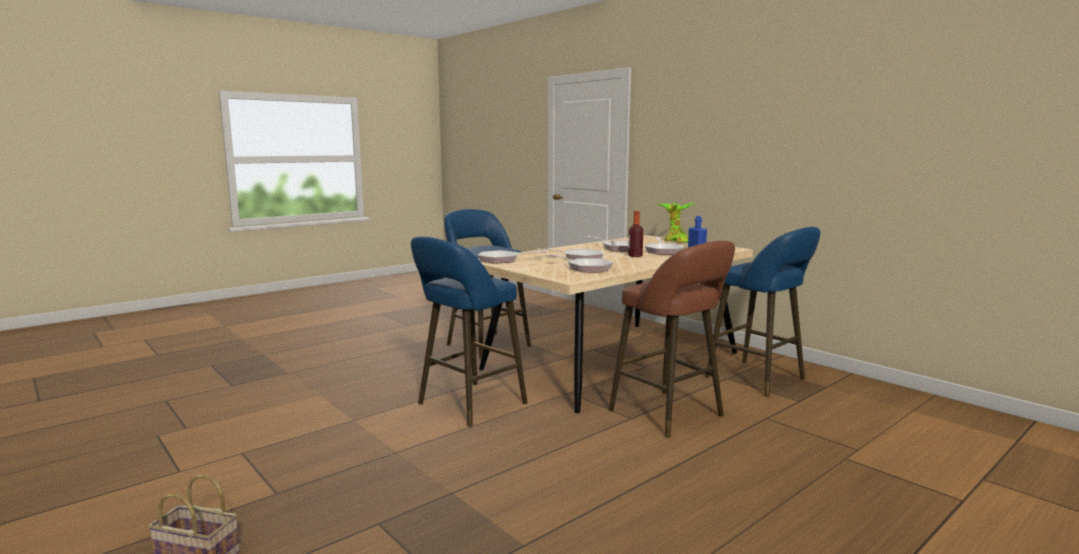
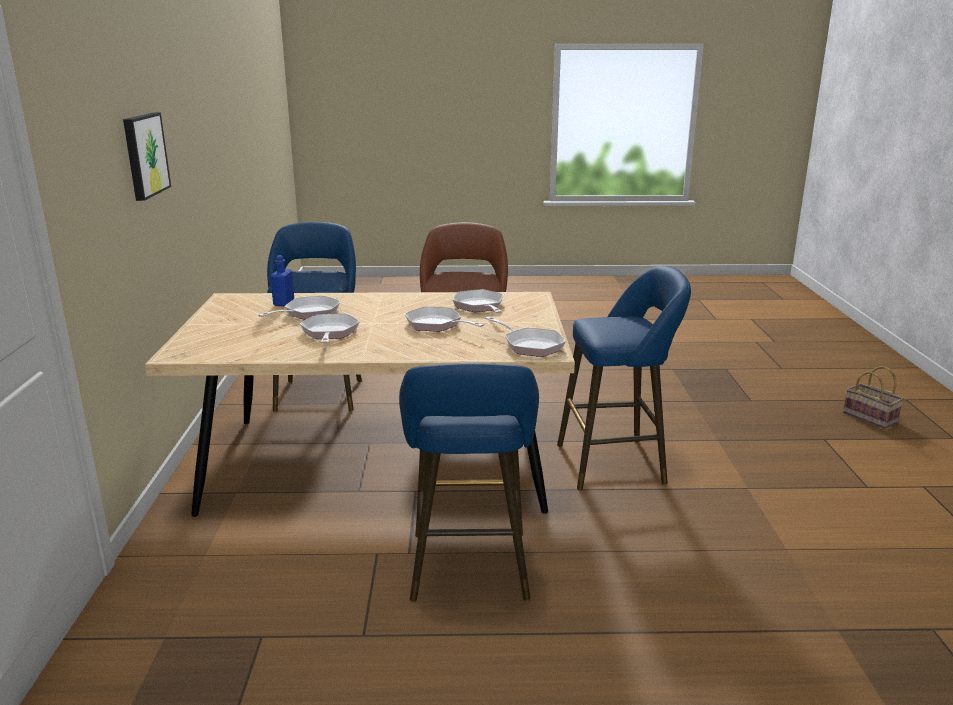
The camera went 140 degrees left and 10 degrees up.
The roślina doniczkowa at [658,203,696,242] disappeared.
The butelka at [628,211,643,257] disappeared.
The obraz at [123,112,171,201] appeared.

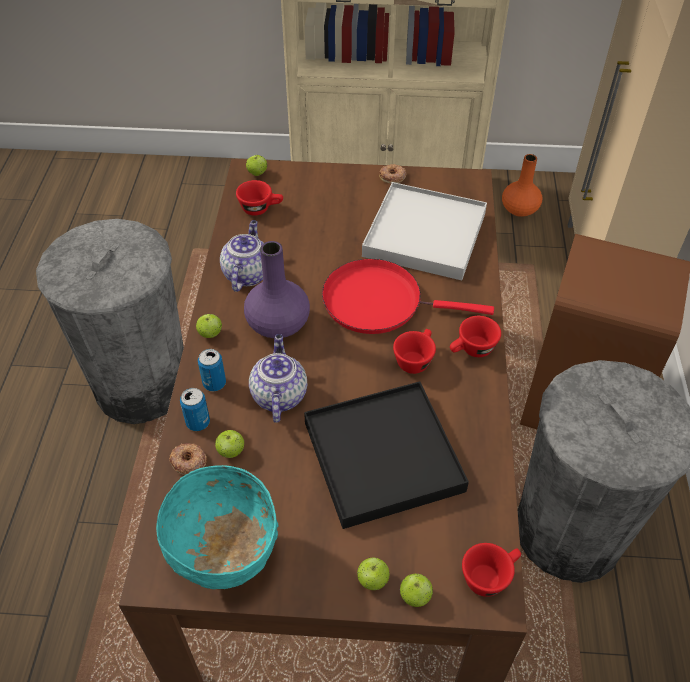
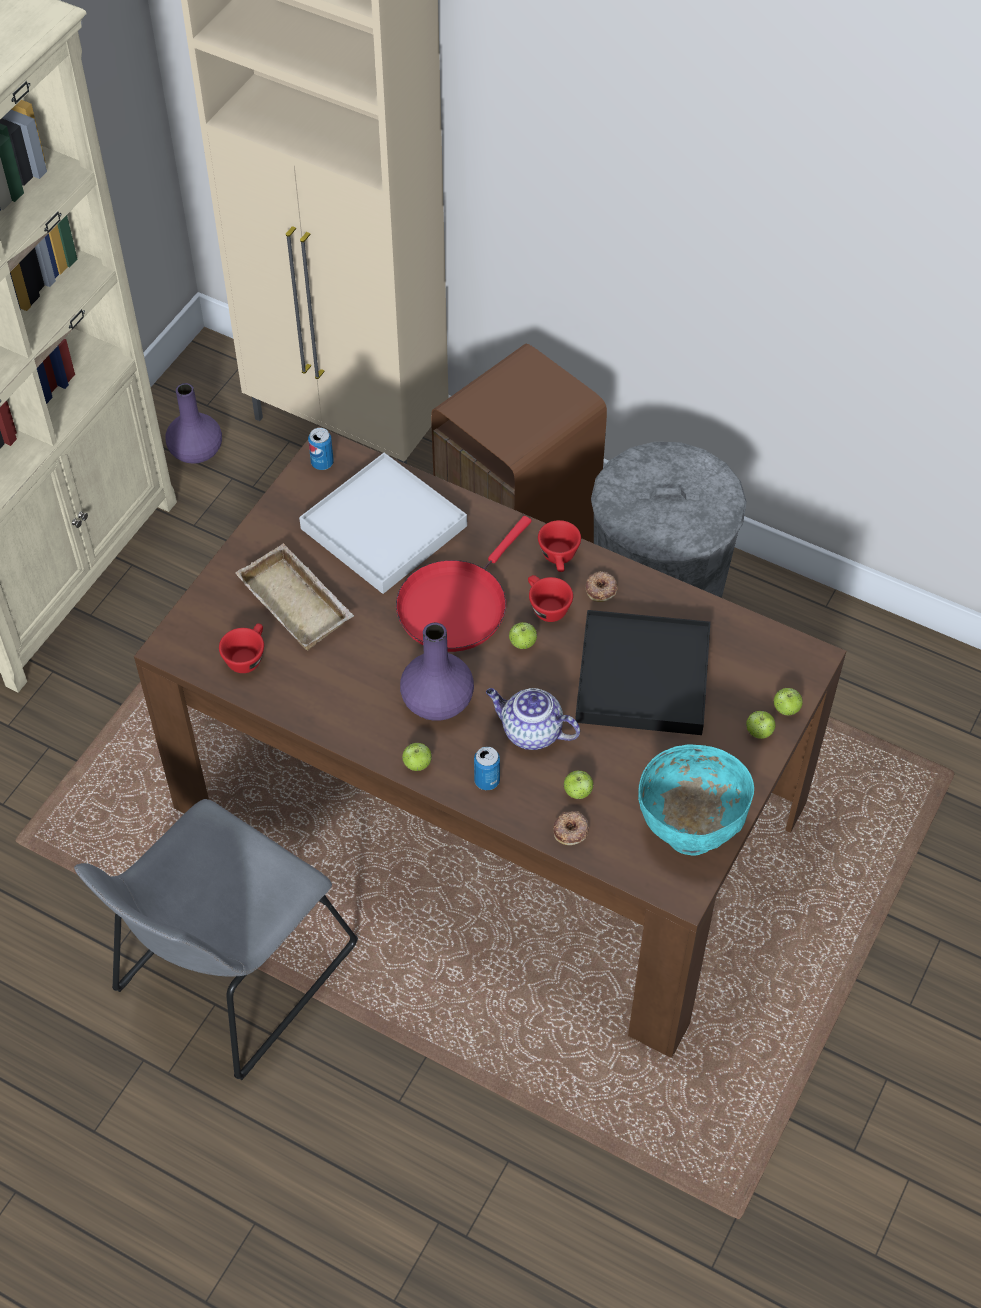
The camera went 65 degrees left and 5 degrees up.
The wazon (pomarańczowy) at [502,154,542,217] became the wazon (fioletowy) at [166,383,222,464].
The jabłko moved from [246,155,267,176] to [509,622,537,649].
The donut moved from [379,164,406,184] to [585,571,618,602].
The kosz na śmieci (szary) at [36,219,184,424] was replaced by the krzesło (szary) at [74,799,358,1080].
The imbryk at [220,220,264,292] disappeared.
The puszka moved from [180,388,210,431] to [308,428,334,470].
The filiżanka (czerwony) at [462,543,521,597] disappeared.
The taca (beżowy) at [235,543,354,651] appeared.

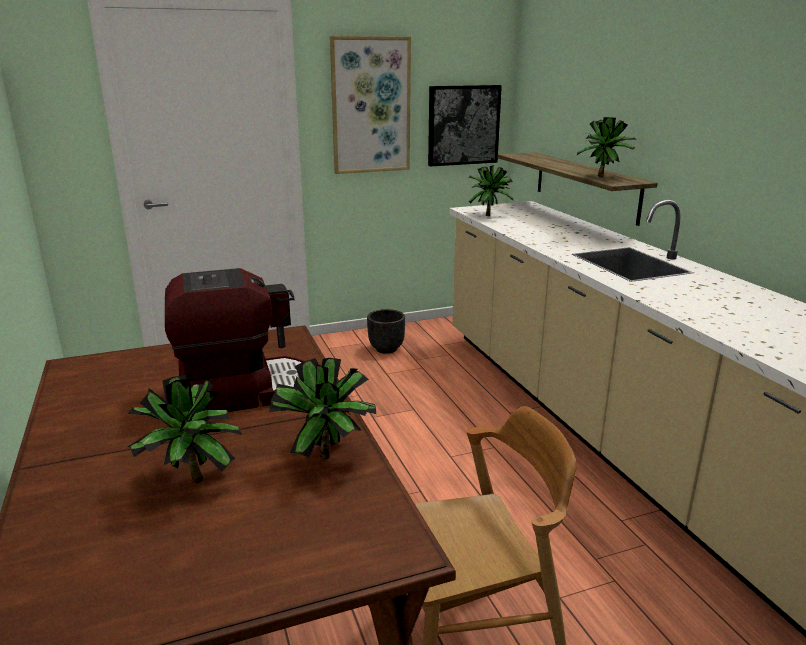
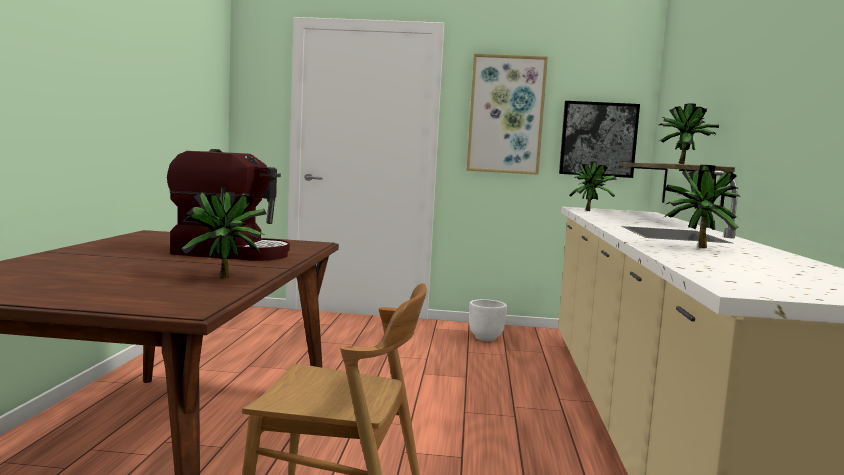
The camera went 25 degrees right and 15 degrees down.
The donica (czarny) at [367,309,405,354] became the donica (biały) at [469,299,507,341].
The roślina doniczkowa moved from [127,375,242,483] to [663,165,741,248].

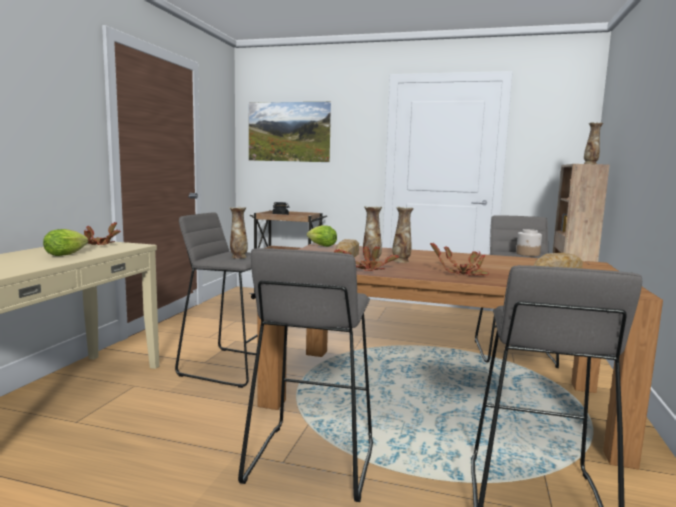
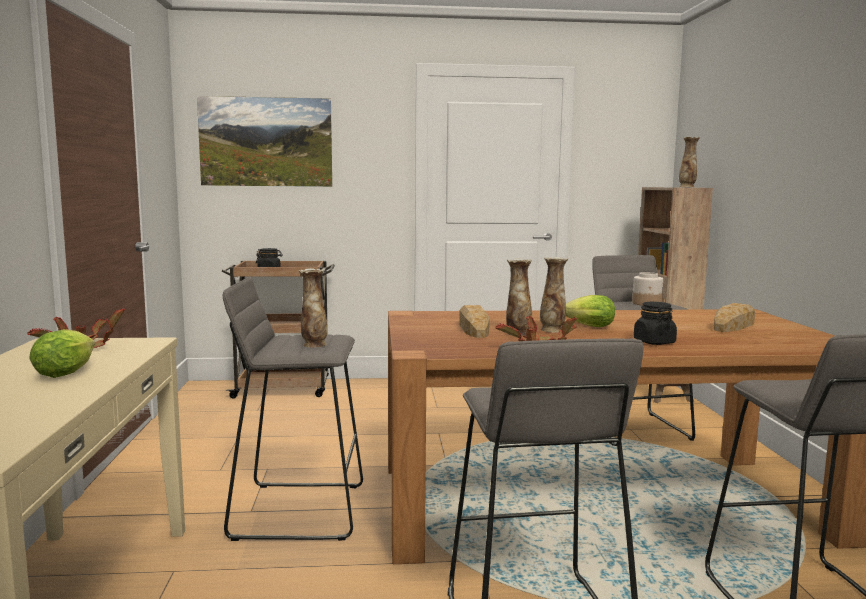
The camera went 20 degrees left and 0 degrees up.
The sałata moved from [307,225,337,247] to [566,295,615,327].
The roślina doniczkowa at [430,242,489,276] was replaced by the słoik (czarny) at [634,302,677,345].

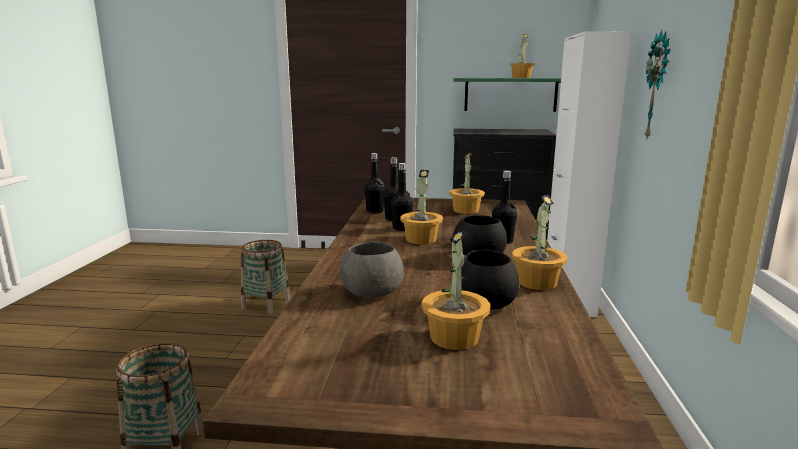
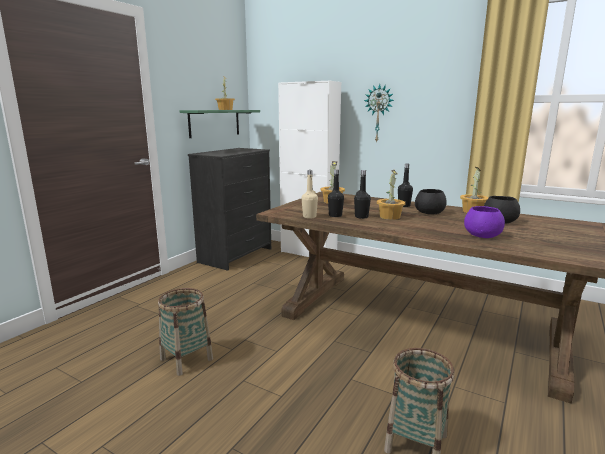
The camera went 65 degrees left and 0 degrees up.
The butelka (czarny) at [365,153,385,214] became the butelka (beżowy) at [302,170,318,218].
The roślina doniczkowa at [421,229,491,350] disappeared.
The miska (szary) at [340,241,404,298] became the miska (fioletowy) at [464,206,505,238].

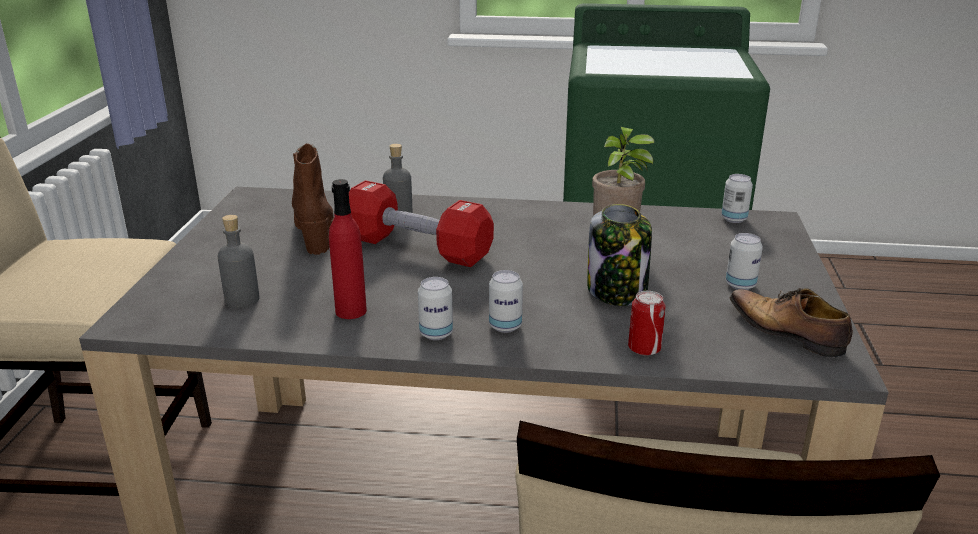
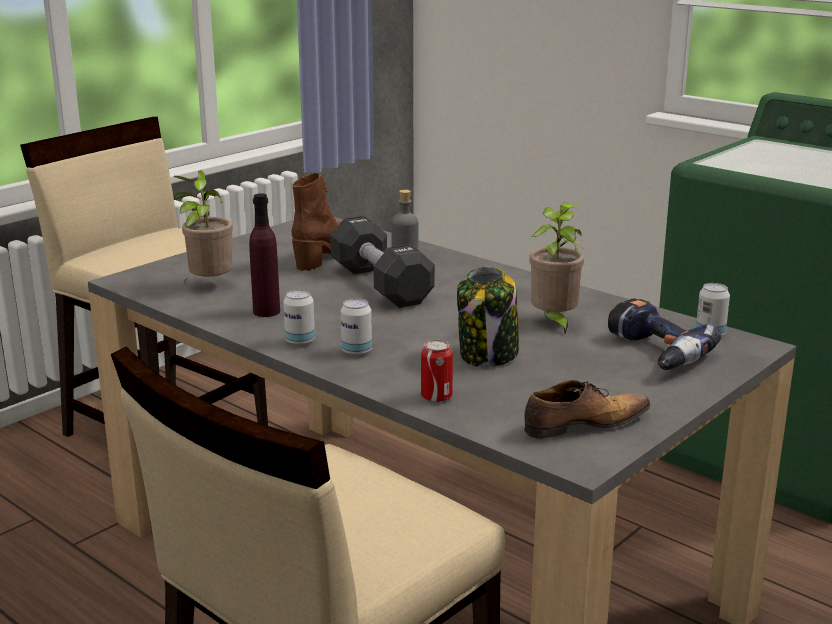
The camera went 35 degrees right and 5 degrees down.
The butelka (czerwony) at [329,179,367,319] became the butelka (fioletowy) at [249,194,280,317].
The hantel (czerwony) at [349,180,494,267] became the hantel (czarny) at [330,216,435,308].
The butelka (szary) at [218,215,259,308] was replaced by the roślina doniczkowa at [173,170,233,281].
The puszka at [726,233,763,290] disappeared.
The but at [730,288,853,358] turned 75 degrees clockwise.
The wiertarka at [608,298,721,370] appeared.

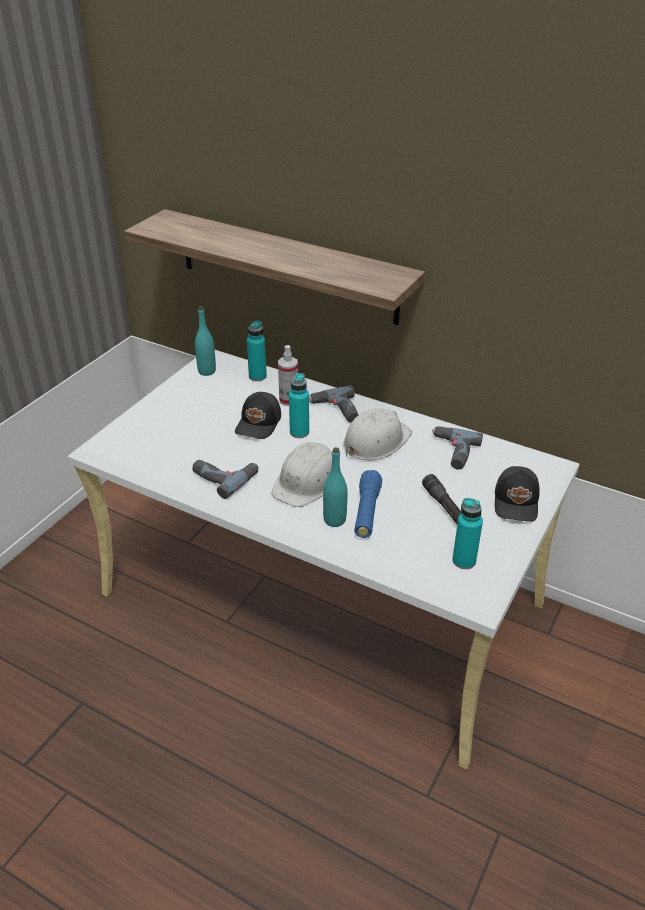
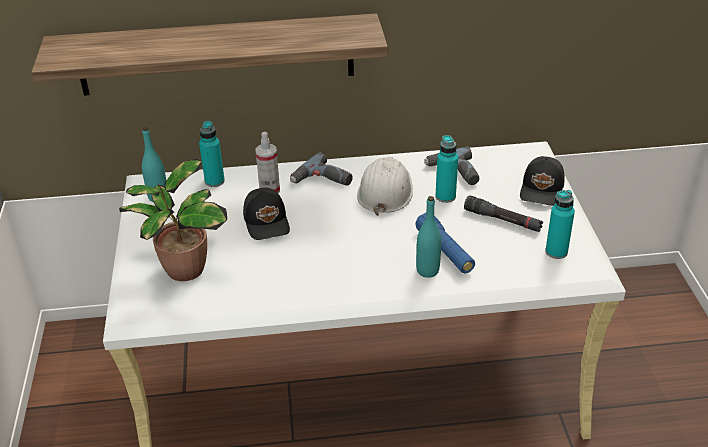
The camera went 35 degrees left and 0 degrees up.
The butelka (turkusowy) moved from [289,373,309,438] to [436,135,458,203].
The kask (biały) at [271,442,332,507] disappeared.
The wiertarka at [192,460,258,499] disappeared.
The czapka z daszkiem (czarny) at [495,466,540,522] turned 45 degrees clockwise.
The roślina doniczkowa at [119,159,227,281] appeared.

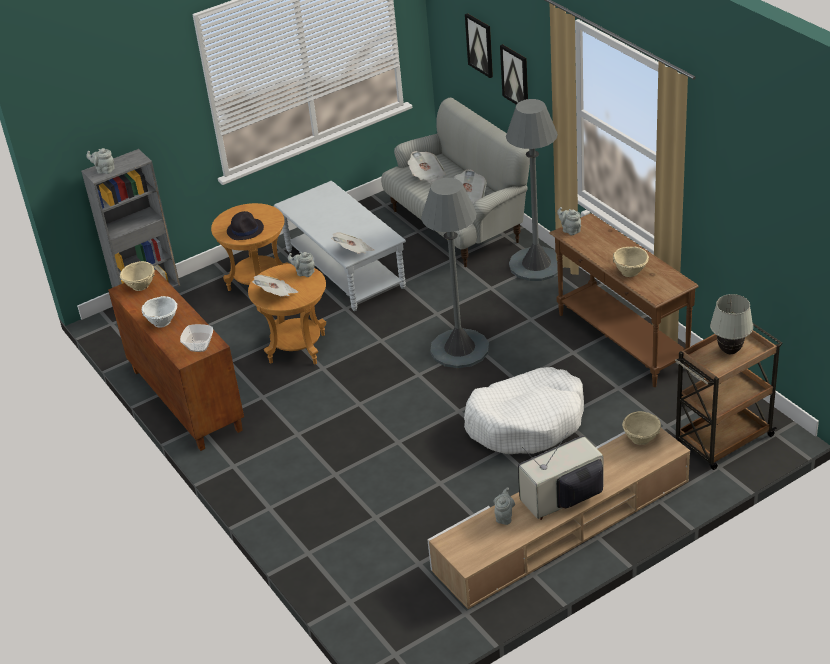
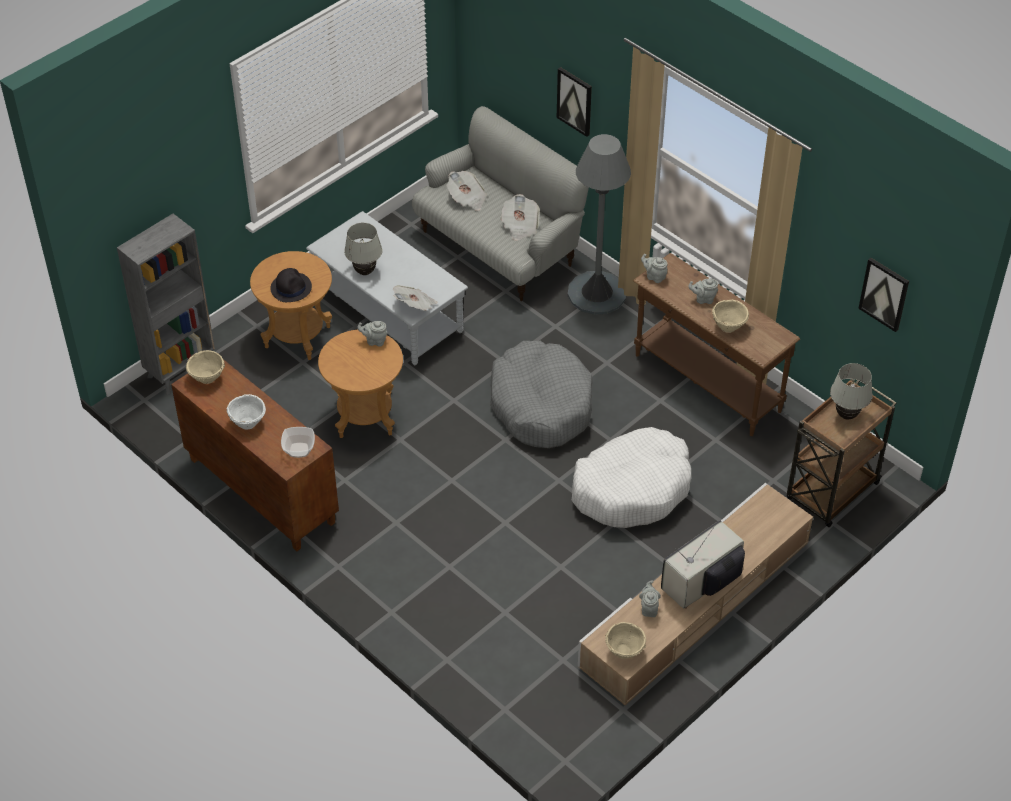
The camera went 15 degrees left and 10 degrees up.
The obraz moved from [465,13,493,78] to [858,258,909,332].
The imbryk (szary) moved from [86,148,114,174] to [688,279,718,304].
The lampa stojąca (szary) at [421,178,489,368] was replaced by the legowisko (szary) at [490,341,592,448].
The gazeta at [252,275,298,297] disappeared.
The miska (beżowy) moved from [622,411,661,445] to [605,622,646,659].
The lampa stołowa (biały) at [344,223,382,275] appeared.

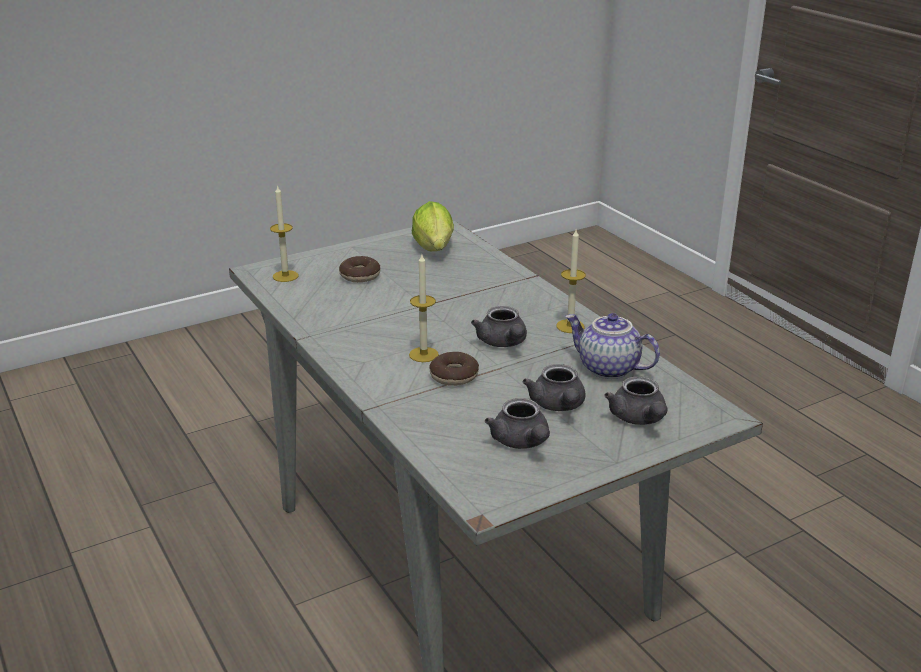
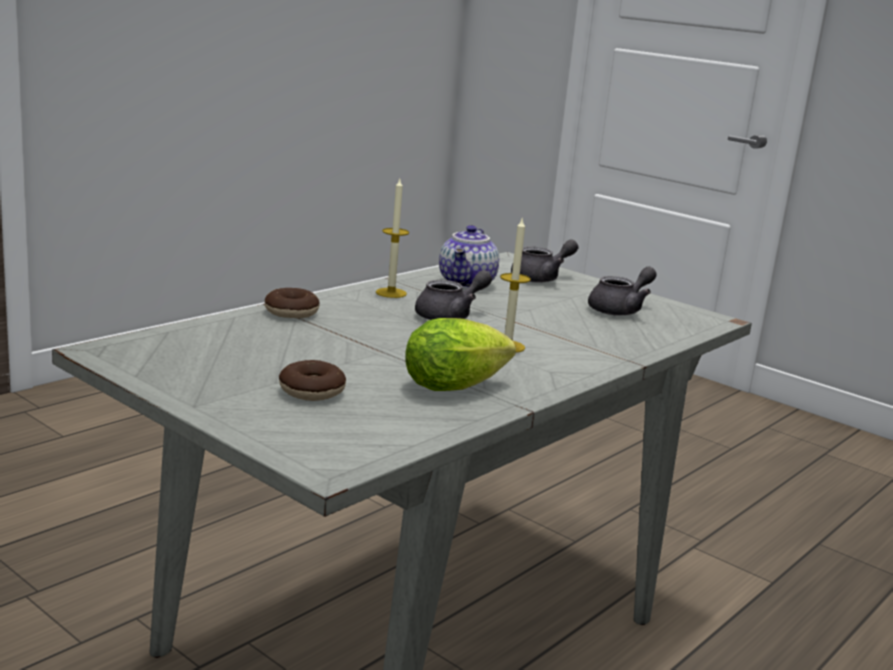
The camera went 110 degrees left and 10 degrees down.
The świeca at [270,185,299,282] disappeared.
The sałata moved from [412,201,454,251] to [405,318,516,391].
The donut moved from [429,352,479,386] to [265,288,320,318].
The imbryk (szary) at [523,364,586,411] disappeared.

